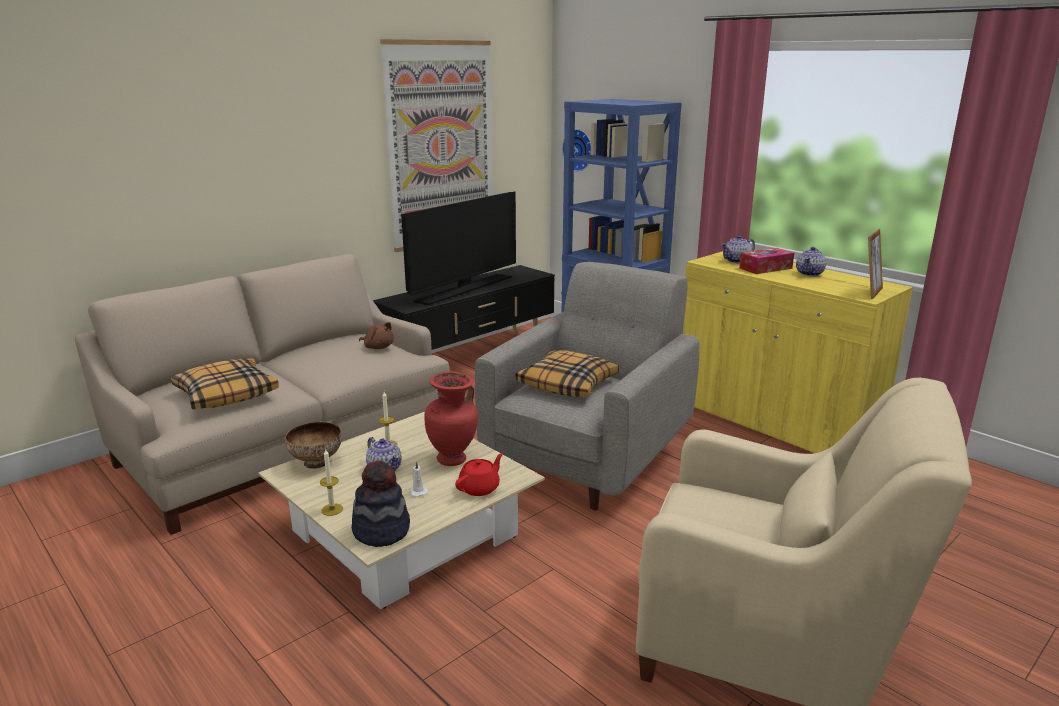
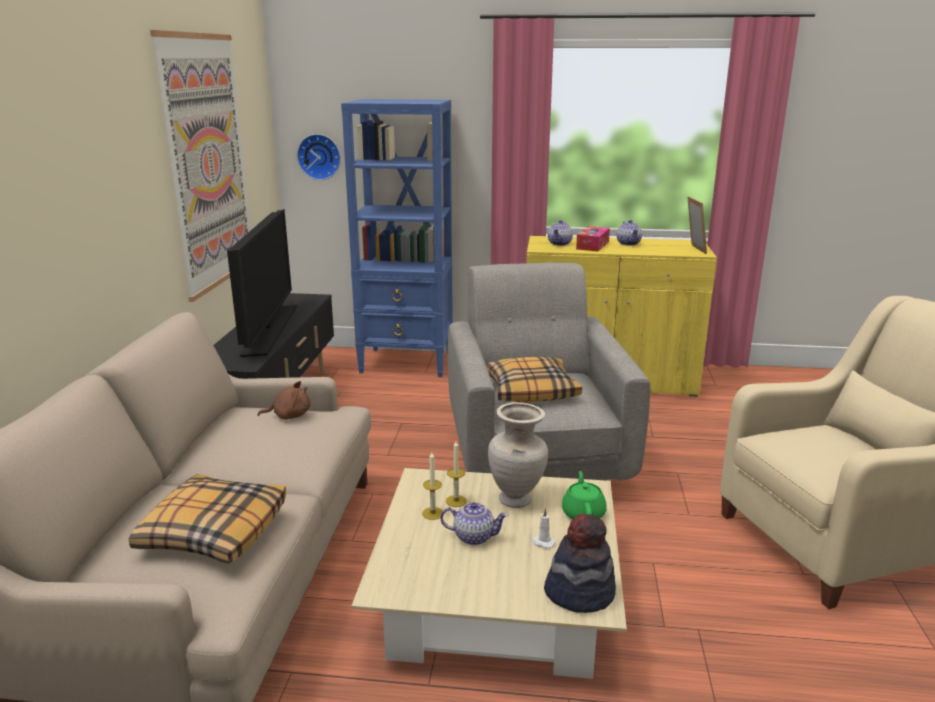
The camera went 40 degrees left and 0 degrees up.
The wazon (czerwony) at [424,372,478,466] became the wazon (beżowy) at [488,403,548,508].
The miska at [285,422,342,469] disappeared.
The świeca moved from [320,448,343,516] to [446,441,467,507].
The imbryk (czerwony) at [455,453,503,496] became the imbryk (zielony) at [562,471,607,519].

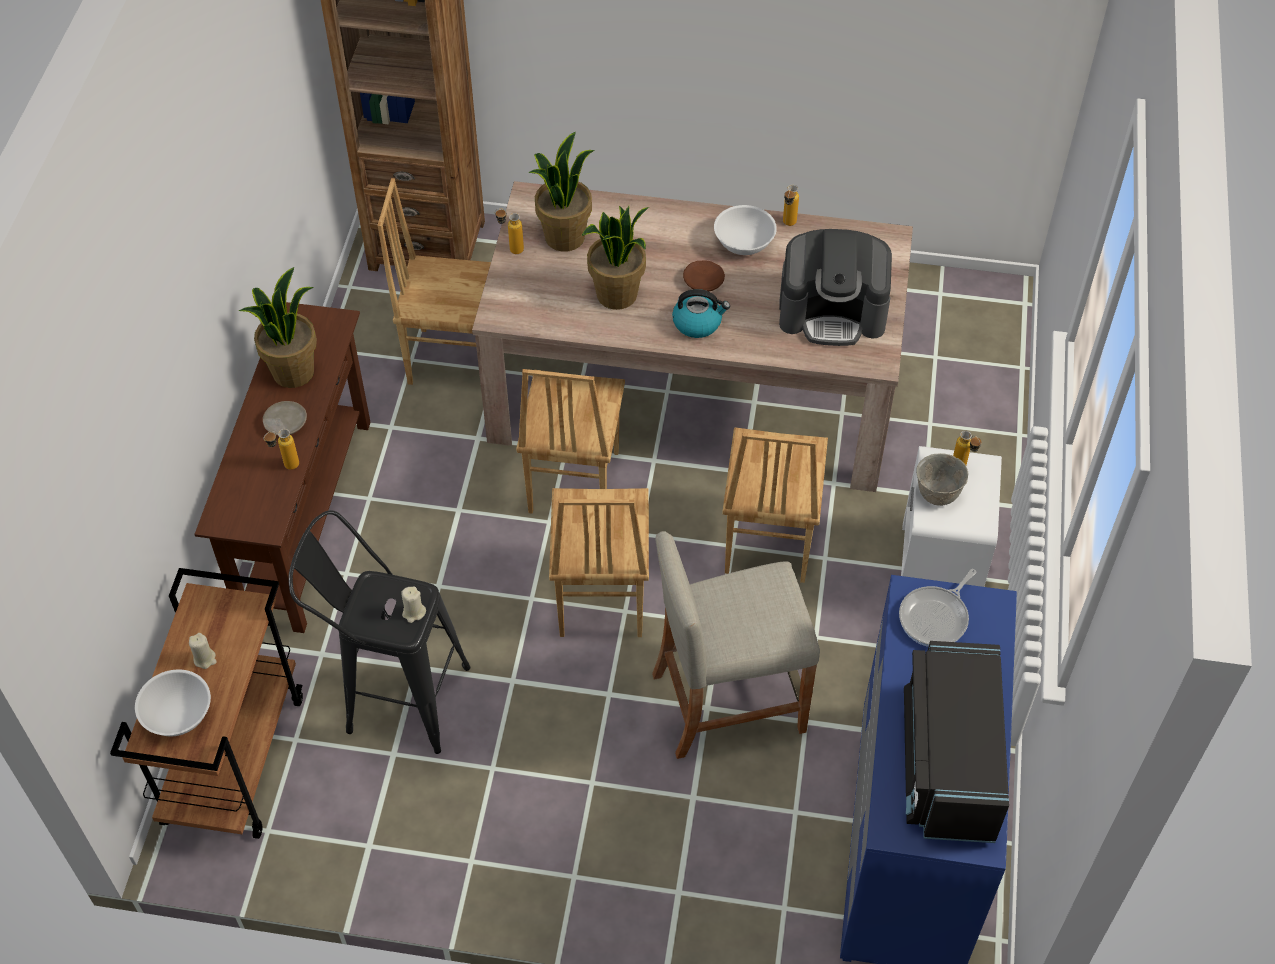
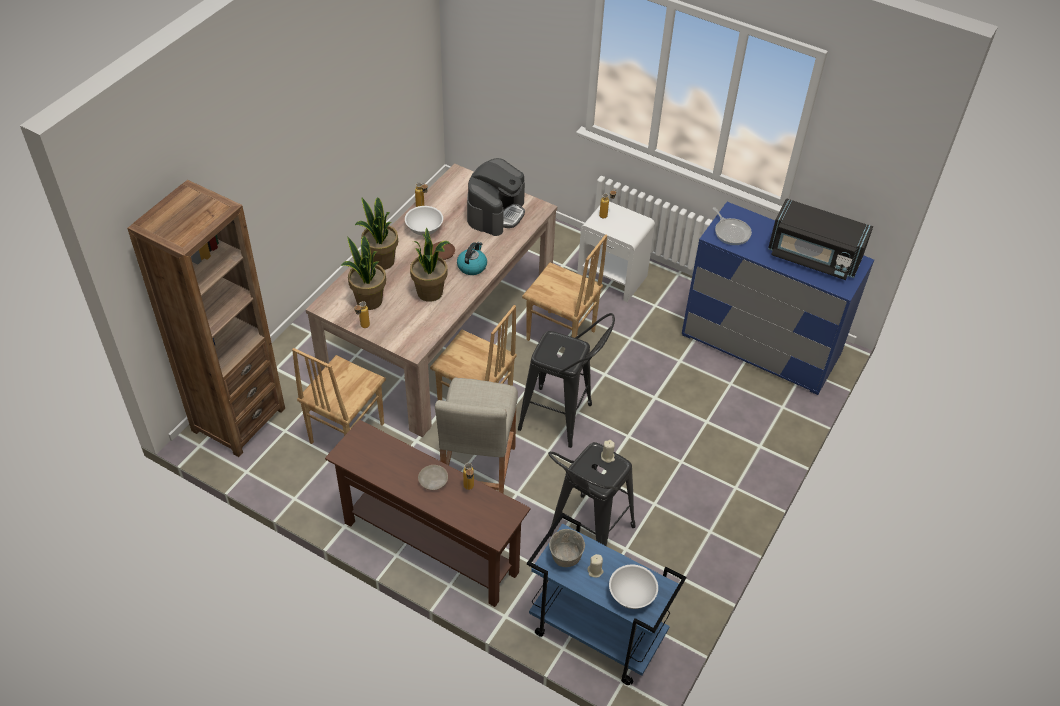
The camera went 70 degrees left and 5 degrees down.
The roślina doniczkowa moved from [239,267,317,388] to [355,197,398,270].
The miska (szary) moved from [916,453,968,506] to [549,529,585,567].
The krzesło (brązowy) at [549,488,649,637] was replaced by the stołek (czarny) at [518,313,615,448].
The stołek (beżowy) moved from [652,531,820,759] to [435,377,518,494].
The wózek (brązowy) at [110,568,303,839] became the wózek (niebieski) at [527,513,686,685].

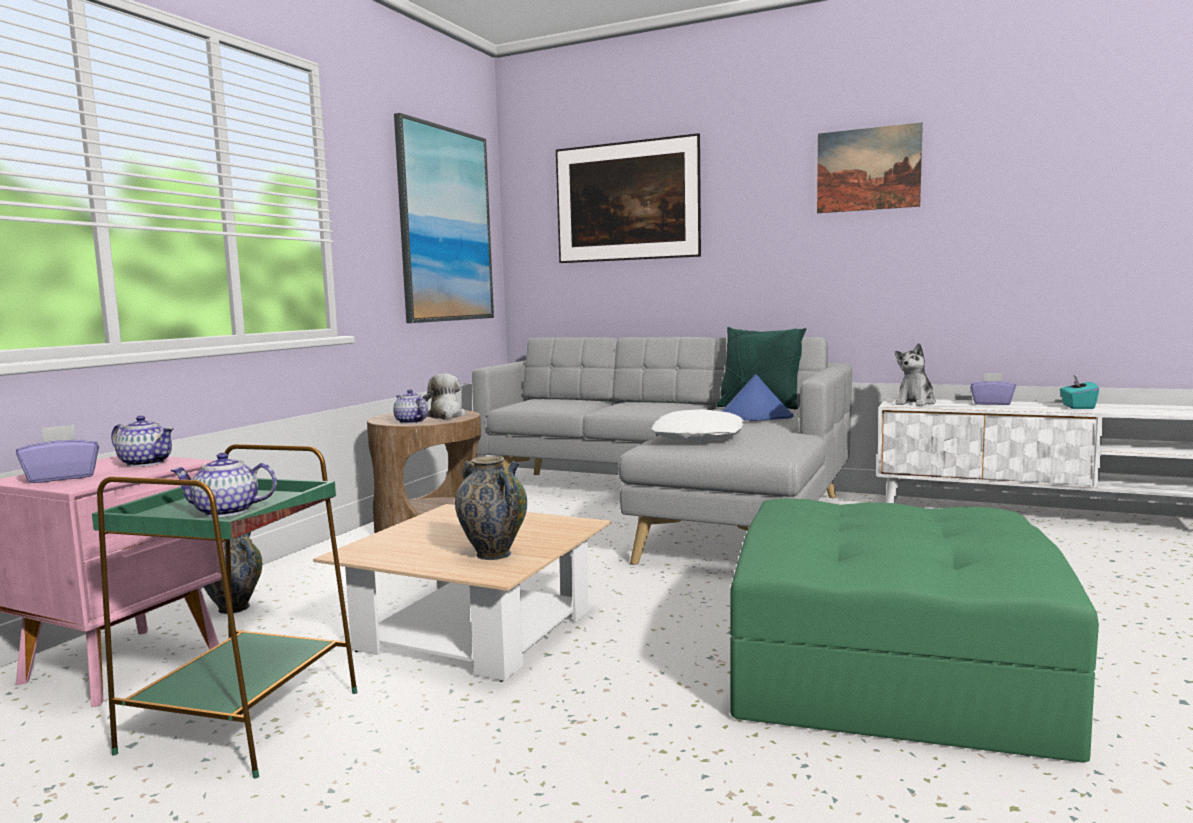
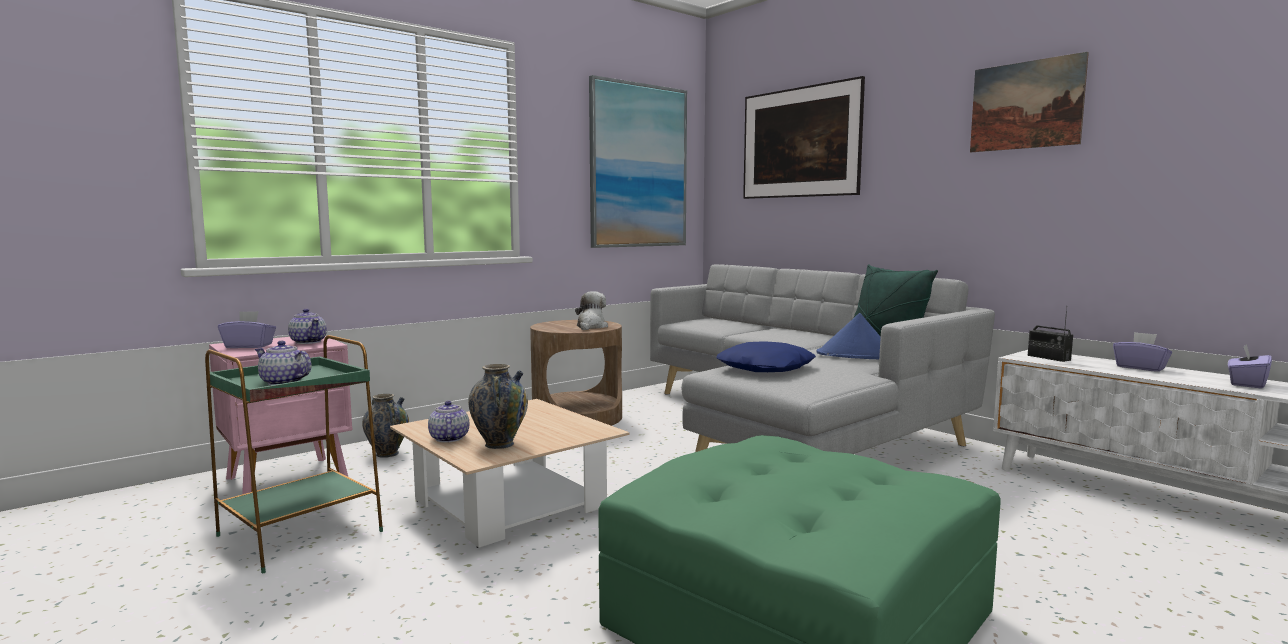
The camera went 25 degrees right and 0 degrees up.
The pluszak at [895,343,936,406] was replaced by the radio at [1028,309,1073,362].
The pudełko chusteczek (turkusowy) at [1060,375,1099,409] became the pudełko chusteczek (fioletowy) at [1228,344,1272,389].
The imbryk moved from [393,389,428,424] to [428,401,469,443].
The poduszka (biały) at [651,409,744,442] became the poduszka (niebieski) at [716,341,816,372].

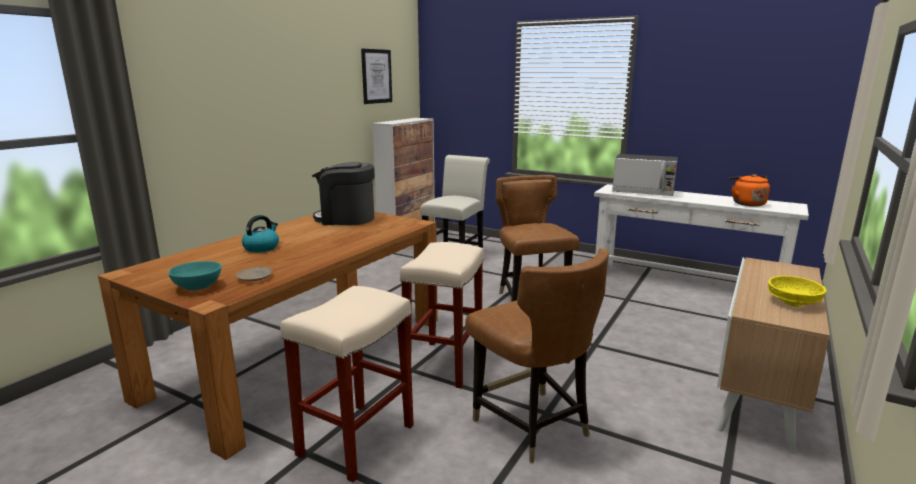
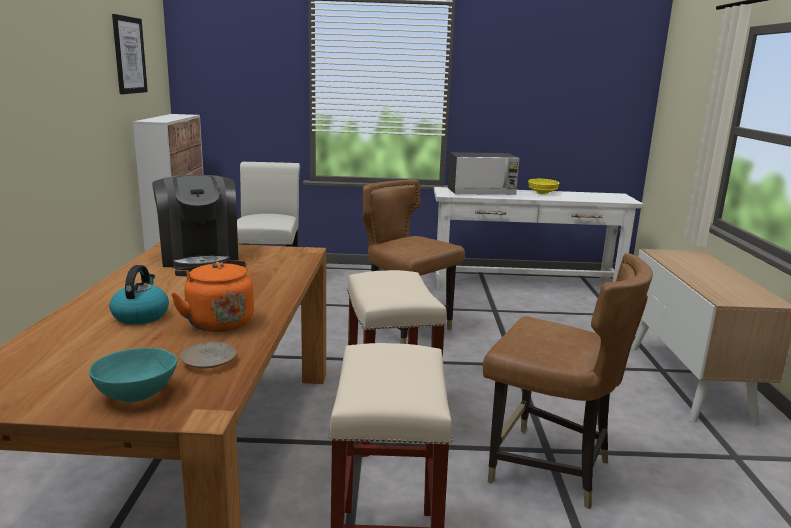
The camera went 30 degrees left and 0 degrees up.
The ekspres do kawy at [312,162,375,225] turned 90 degrees counterclockwise.
The czajnik (pomarańczowy) moved from [730,174,770,207] to [171,260,254,332].
The miska (żółty) moved from [768,276,827,306] to [528,179,559,194].

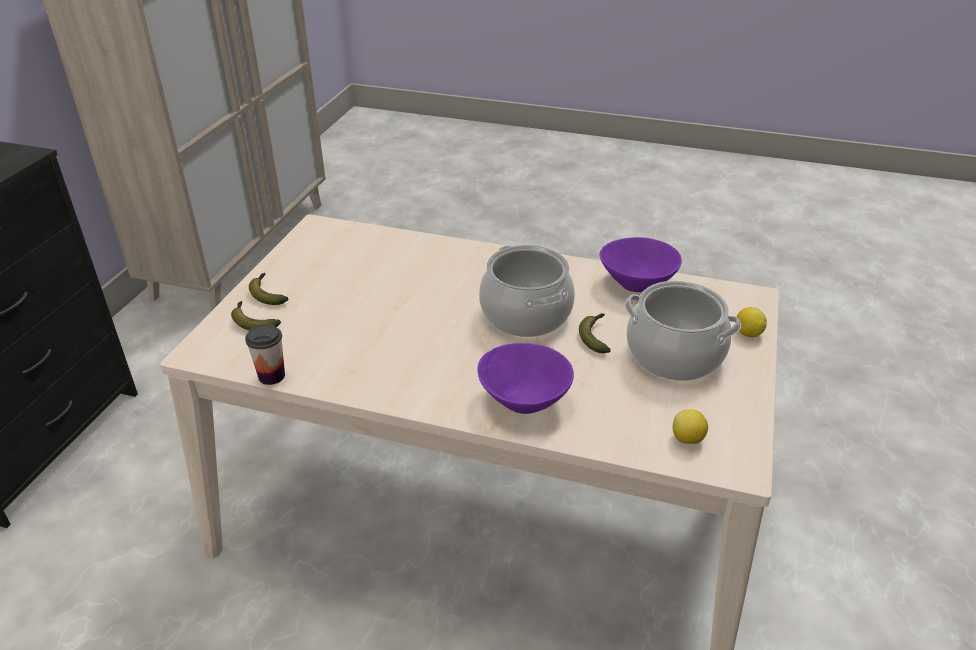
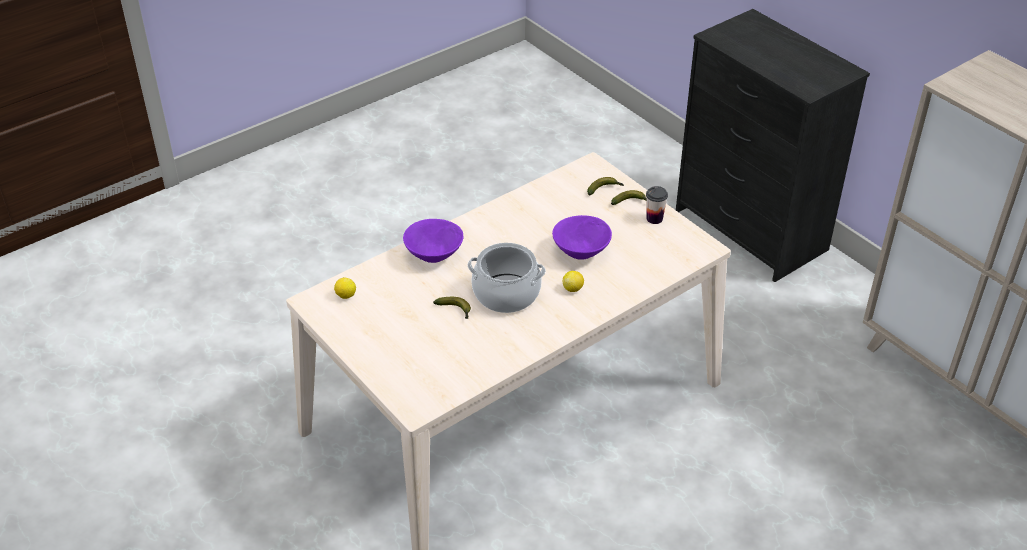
The camera went 125 degrees right and 5 degrees up.
The miska (fioletowy) moved from [599,237,682,292] to [552,215,612,260].
The garnek at [625,281,741,381] disappeared.
The cytryna moved from [737,307,767,337] to [563,271,584,292].
The filiżanka moved from [245,324,285,385] to [646,186,668,224].

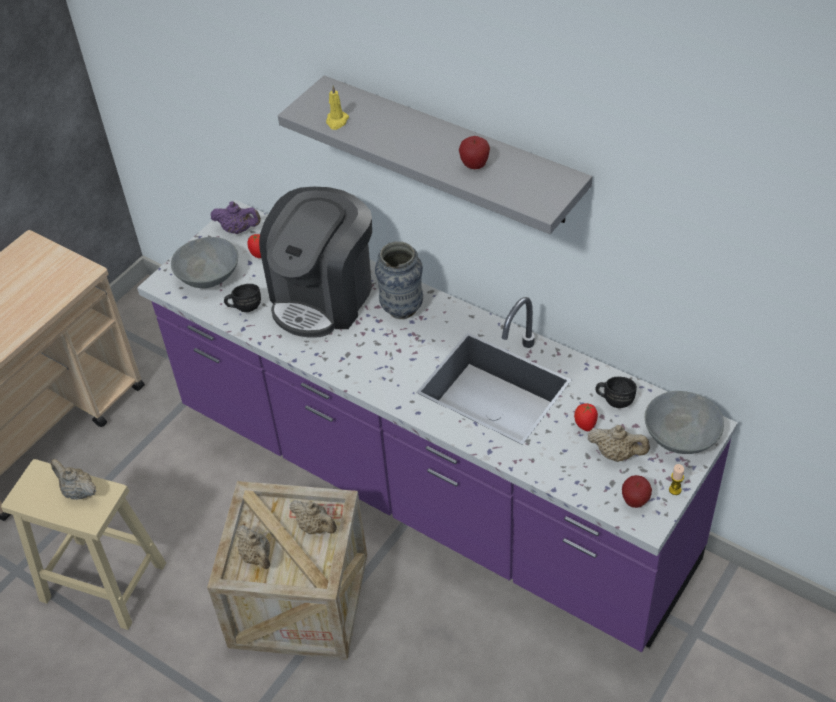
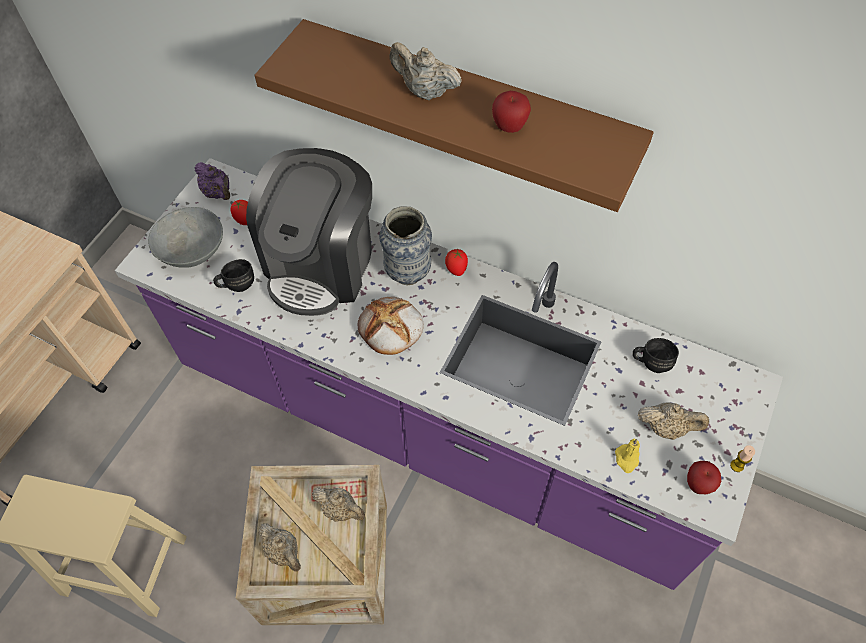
The camera went 10 degrees left and 10 degrees up.
The półka (szary) at [278,75,592,234] became the półka (brązowy) at [254,19,654,212].
The świeca (żółty) moved from [326,86,349,130] to [615,439,640,473].
The imbryk (fioletowy) at [210,201,261,234] turned 45 degrees clockwise.
The miska (szary) at [645,391,724,454] disappeared.
The pomidor moved from [574,404,598,431] to [445,248,468,276].
The imbryk (beżowy) moved from [51,459,97,500] to [389,42,462,100].
The chleb at [358,297,424,355] appeared.

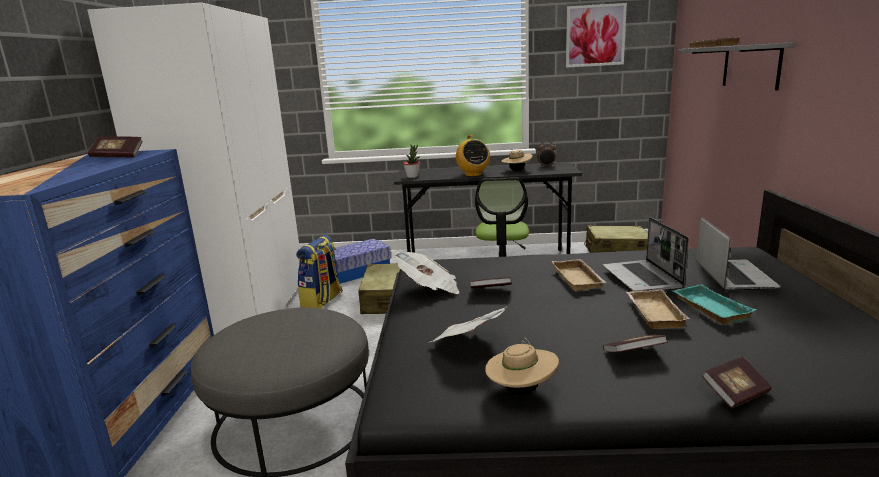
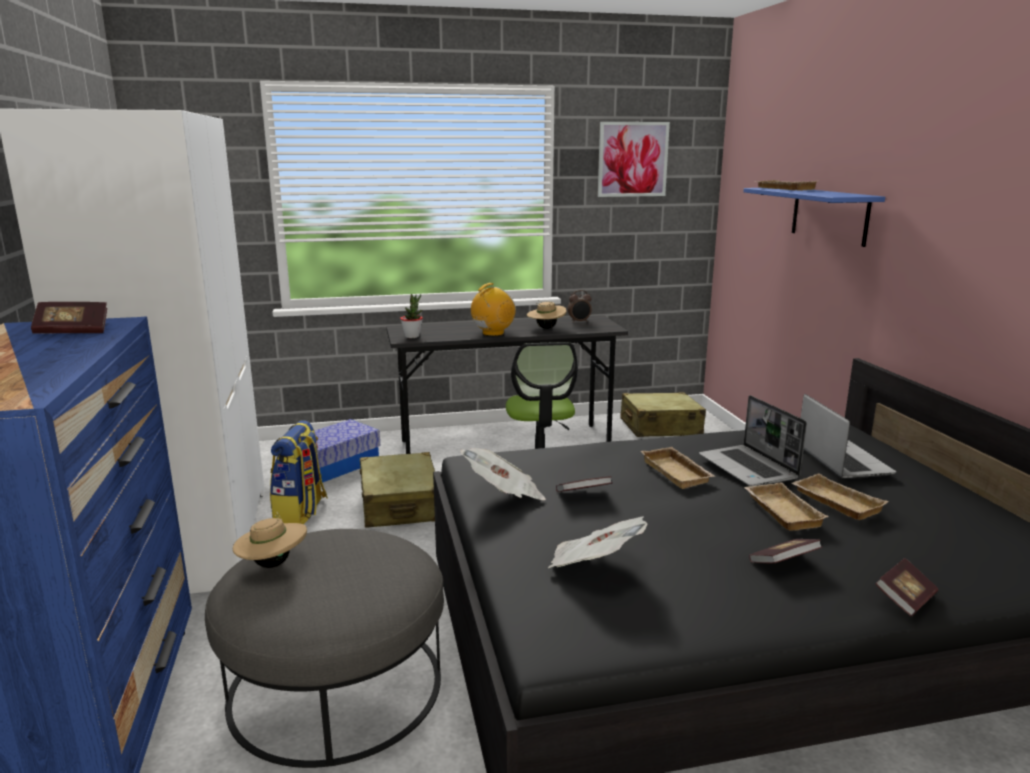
The camera went 15 degrees left and 0 degrees up.
The półka (szary) at [678,42,795,90] became the półka (niebieski) at [744,188,885,247].
The radio at [456,135,490,177] turned 105 degrees counterclockwise.
The taca (turkusowy) at [672,284,756,324] became the taca (beżowy) at [791,474,889,520].
The kapelusz (beżowy) moved from [485,337,559,395] to [233,511,307,568].

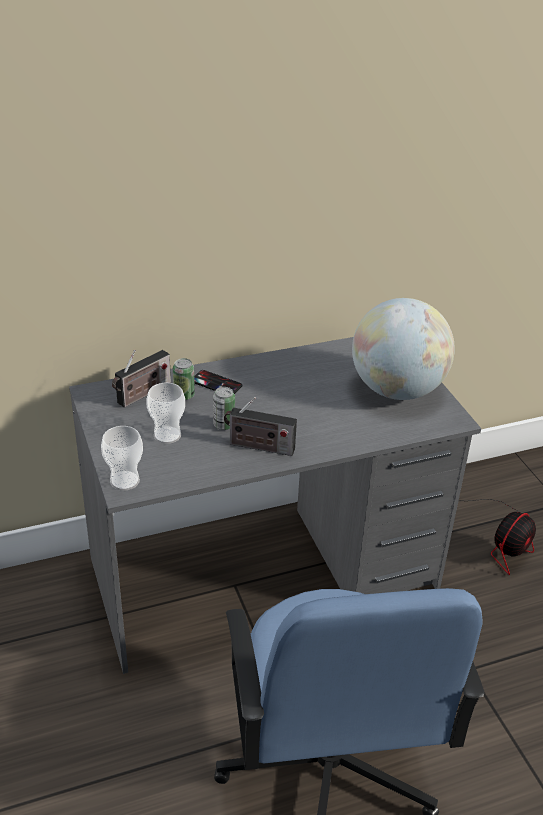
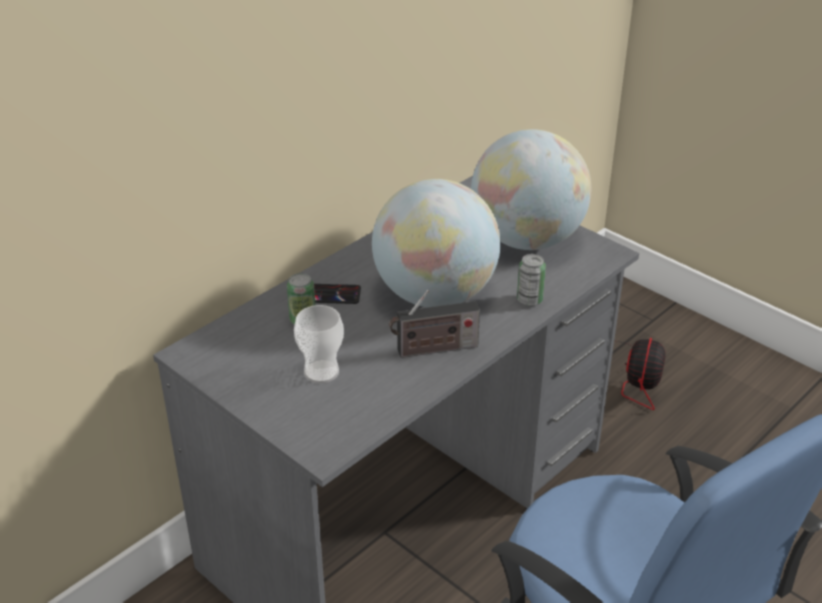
The camera went 25 degrees left and 0 degrees up.
The radio at [112,350,171,408] disappeared.
The puszka moved from [213,387,235,430] to [517,254,546,306].
The filiżanka at [101,426,143,491] disappeared.
The globus at [372,179,501,307] appeared.

